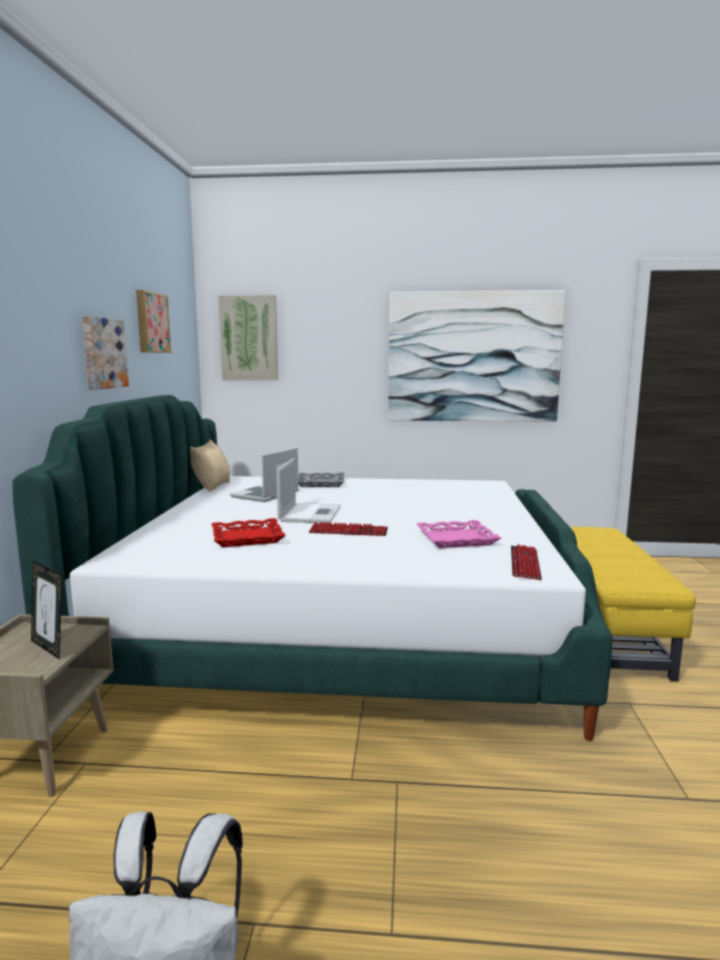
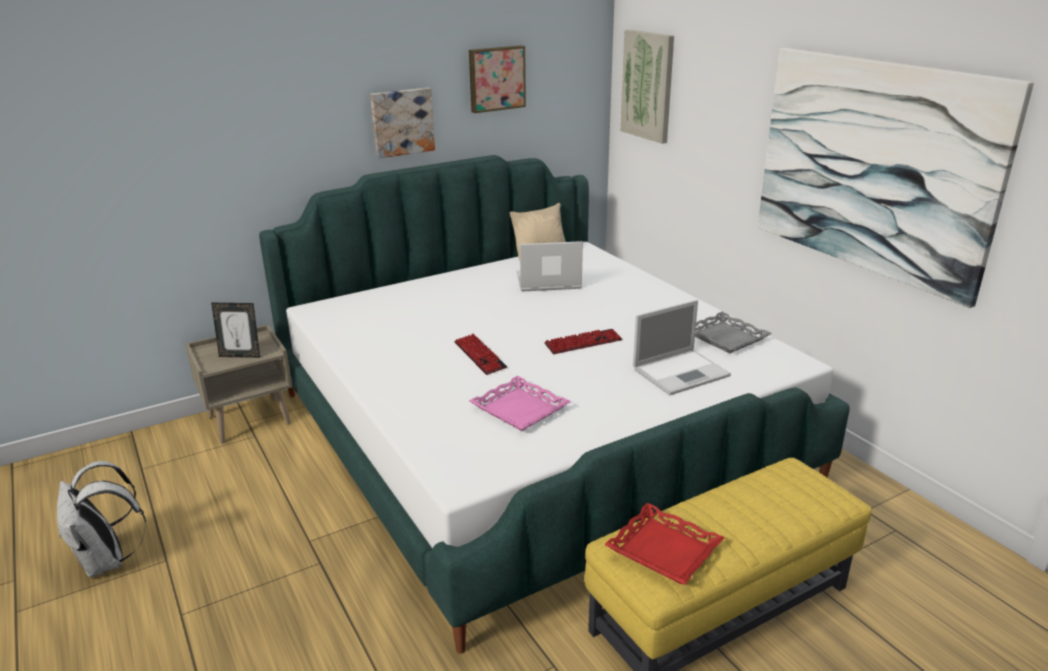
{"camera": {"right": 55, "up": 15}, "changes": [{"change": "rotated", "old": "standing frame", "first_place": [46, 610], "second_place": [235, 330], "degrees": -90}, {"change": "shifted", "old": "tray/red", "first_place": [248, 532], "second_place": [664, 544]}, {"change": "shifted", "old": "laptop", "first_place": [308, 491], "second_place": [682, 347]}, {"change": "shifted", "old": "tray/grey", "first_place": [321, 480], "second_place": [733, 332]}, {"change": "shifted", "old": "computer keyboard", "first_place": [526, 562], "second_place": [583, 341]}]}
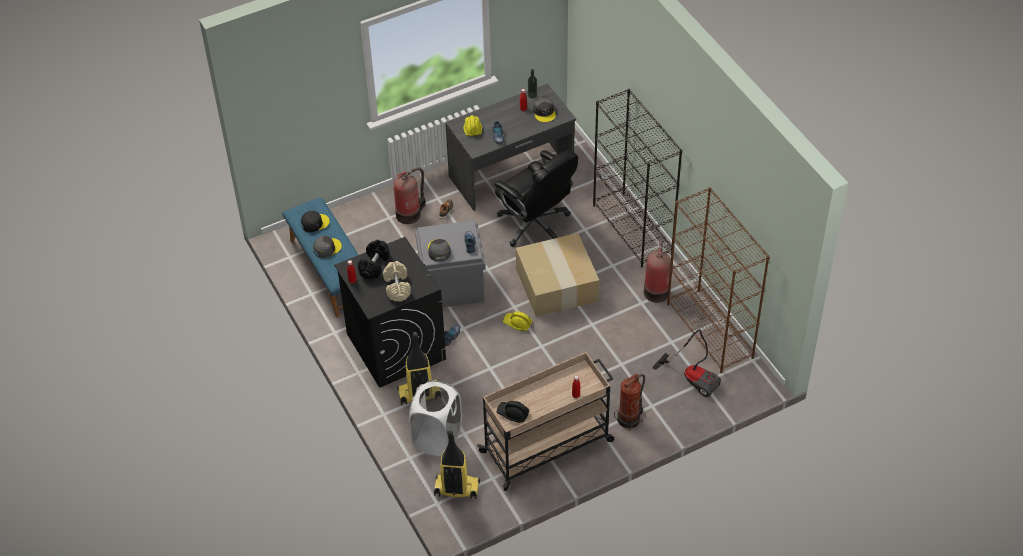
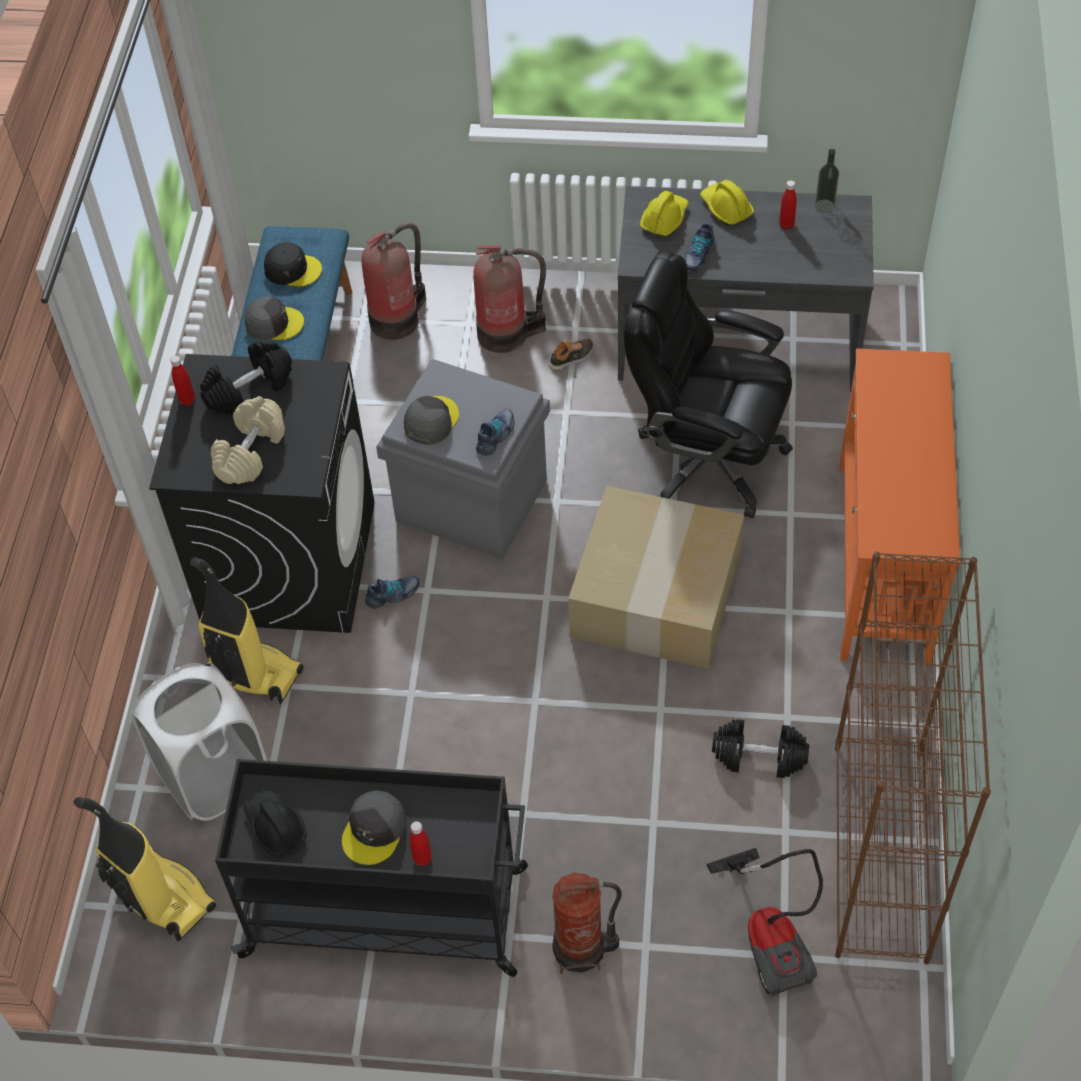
{"camera": {"right": 35, "up": 5}, "changes": [{"change": "repainted", "old": "cart/beige-coloured", "new": "cart/black", "first_place": [545, 421], "second_place": [371, 868]}, {"change": "rotated", "old": "office chair/black", "first_place": [536, 198], "second_place": [708, 384], "degrees": 120}, {"change": "shifted", "old": "hard hat/yellow", "first_place": [517, 321], "second_place": [727, 202]}, {"change": "shifted", "old": "baseball cap/grey", "first_place": [544, 110], "second_place": [374, 827]}, {"change": "swapped", "old": "bookcase/black", "new": "console table/orange", "first_place": [637, 178], "second_place": [900, 506]}, {"change": "shifted", "old": "fire-fighting cylinder", "first_place": [657, 271], "second_place": [393, 281]}, {"change": "new", "new": "free weight/black", "second_place": [760, 748]}]}
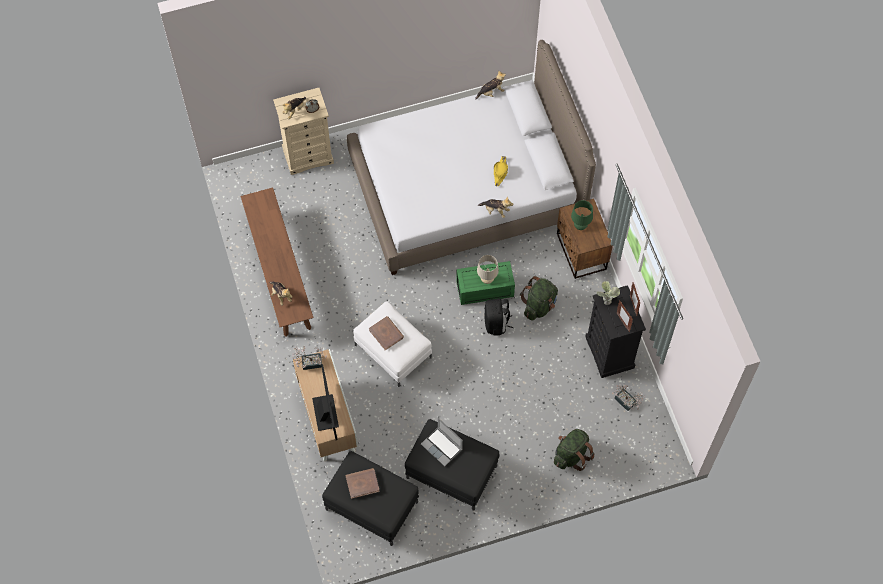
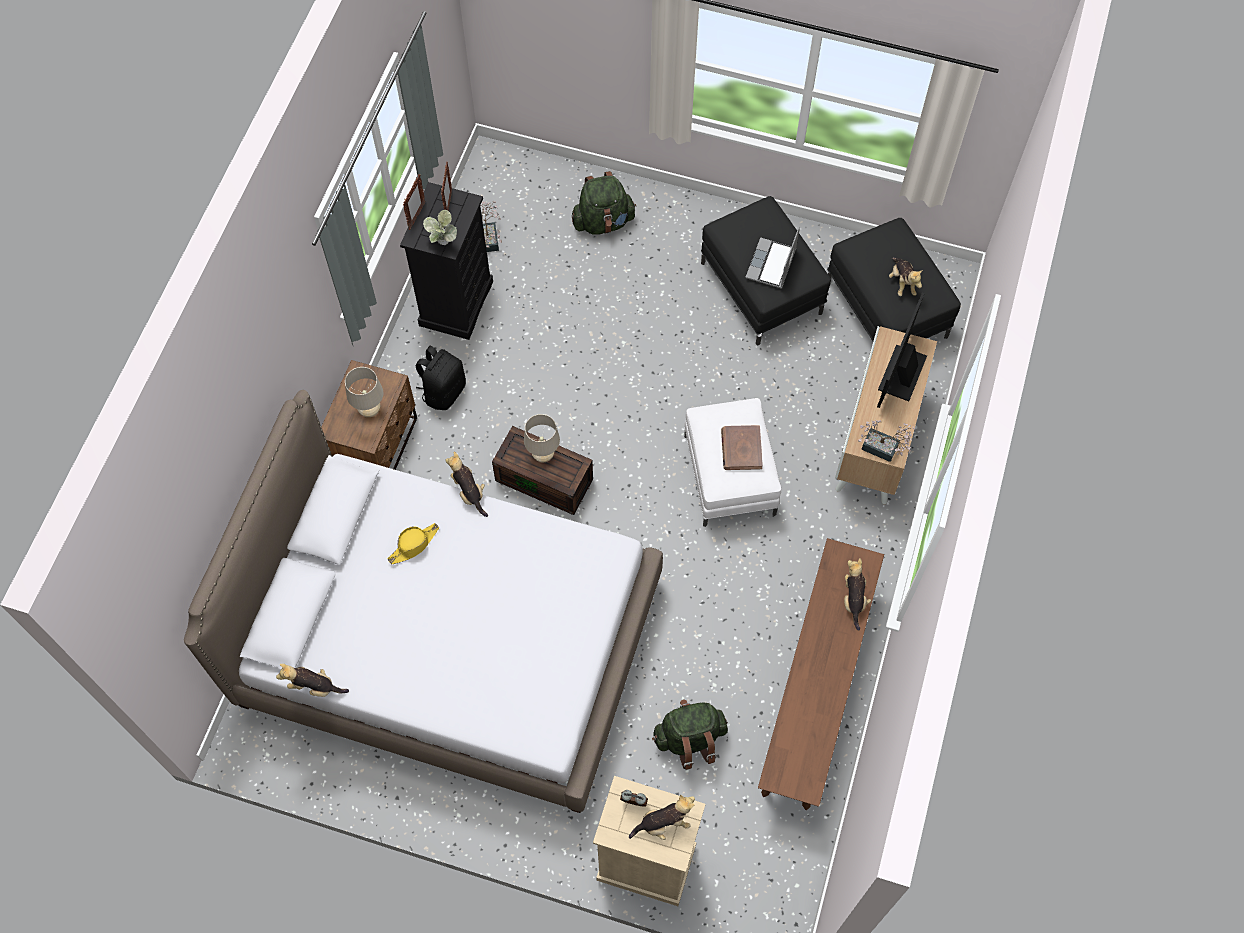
{"camera": {"right": -145, "up": 0}, "changes": [{"change": "swapped", "old": "volume/brownish", "new": "plush toy", "first_place": [362, 483], "second_place": [905, 276]}, {"change": "rotated", "old": "laptop", "first_place": [442, 442], "second_place": [772, 257], "degrees": -150}, {"change": "repainted", "old": "storage container/greenish", "new": "storage container/brownish", "first_place": [485, 283], "second_place": [542, 470]}, {"change": "shifted", "old": "rucksack/black", "first_place": [499, 317], "second_place": [441, 377]}, {"change": "shifted", "old": "rucksack/greenish", "first_place": [539, 298], "second_place": [690, 735]}, {"change": "repainted", "old": "table lamp/greenish", "new": "table lamp/beige-coloured", "first_place": [582, 215], "second_place": [364, 392]}]}
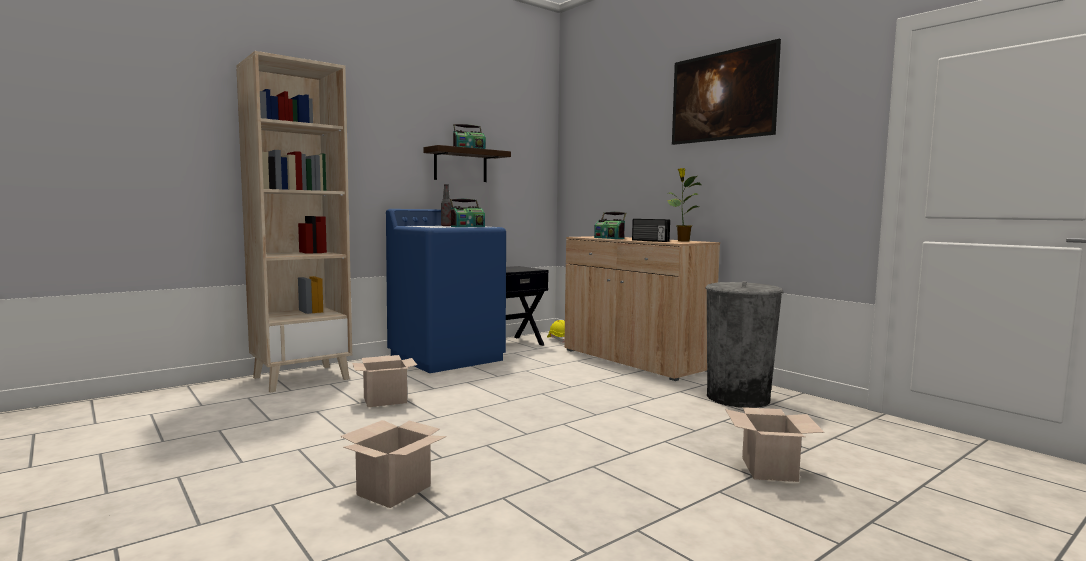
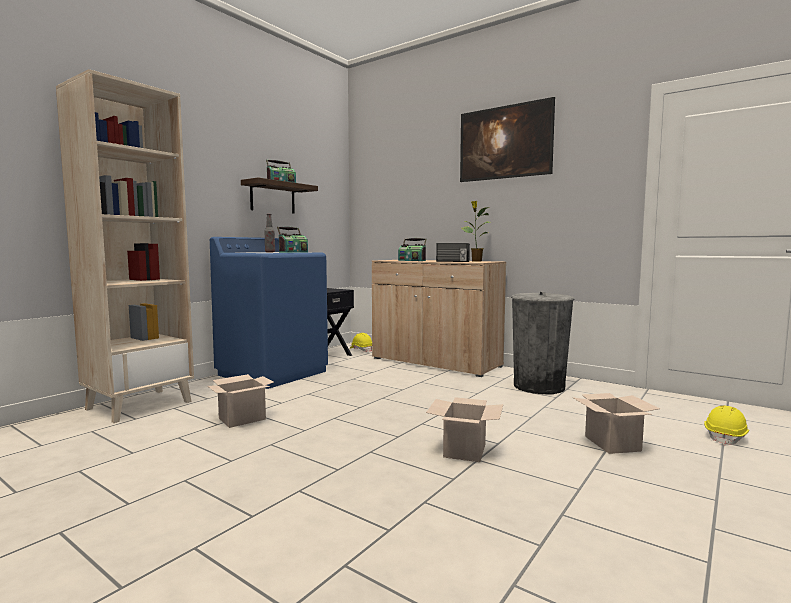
{"camera": {"right": -15, "up": 0}, "changes": [{"change": "shifted", "old": "carton", "first_place": [393, 464], "second_place": [464, 429]}, {"change": "new", "new": "hard hat/yellow", "second_place": [726, 426]}]}
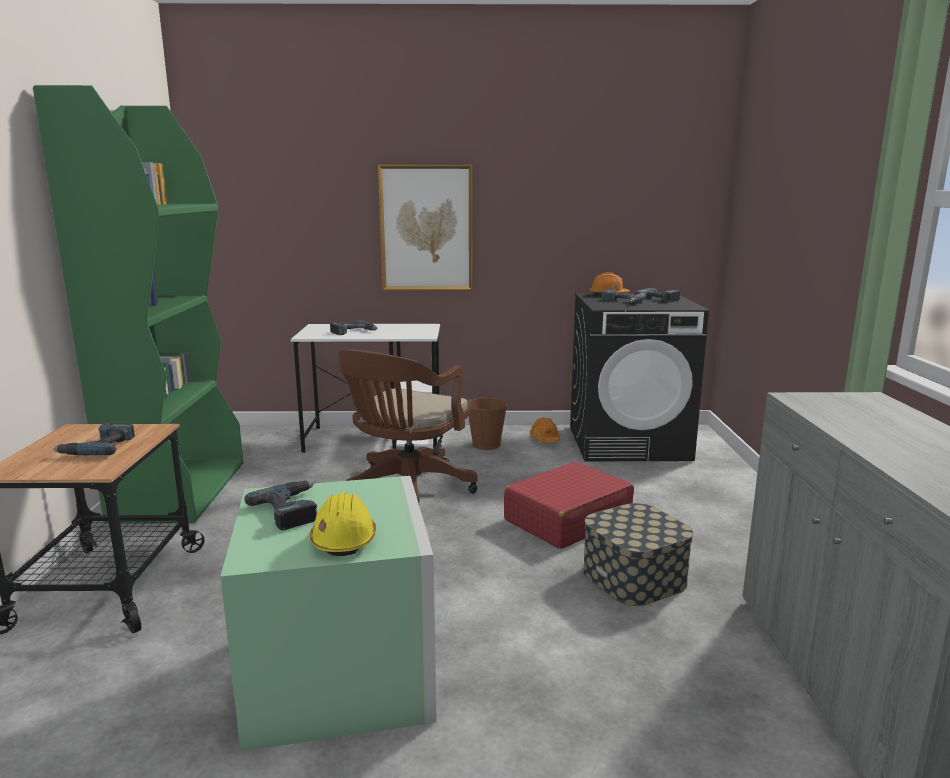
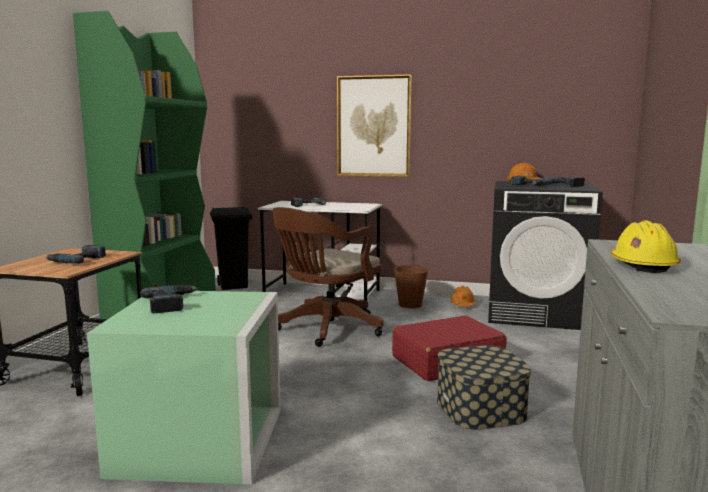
{"camera": {"right": 15, "up": -5}, "changes": [{"change": "shifted", "old": "hard hat/yellow", "first_place": [343, 524], "second_place": [645, 246]}, {"change": "new", "new": "waste bin/black", "second_place": [231, 248]}]}
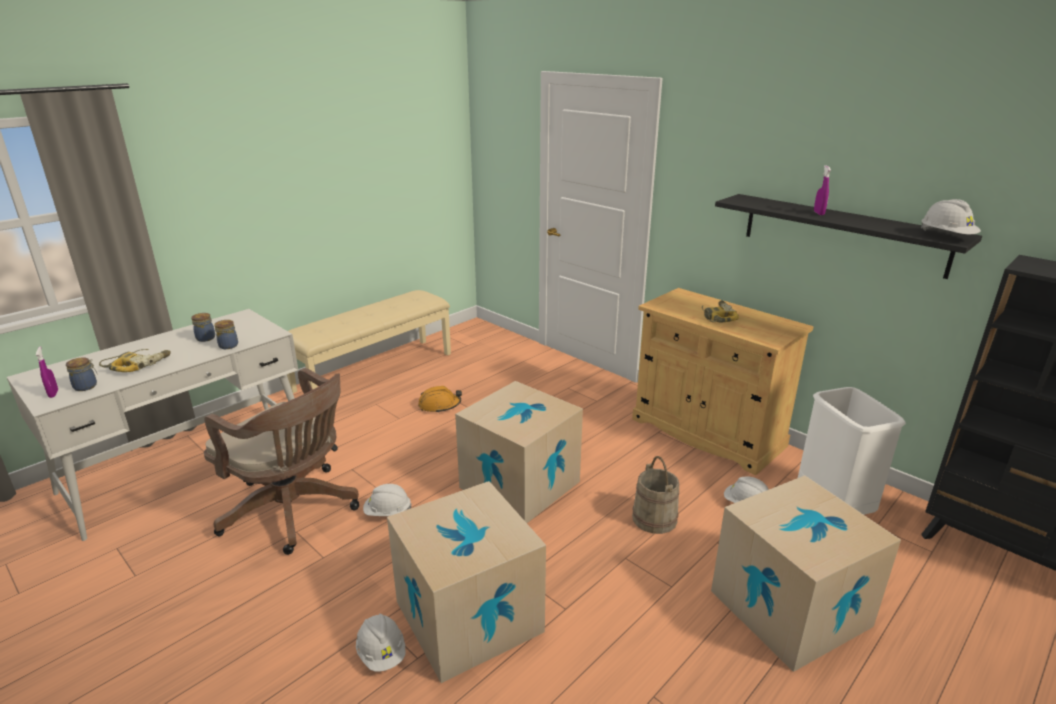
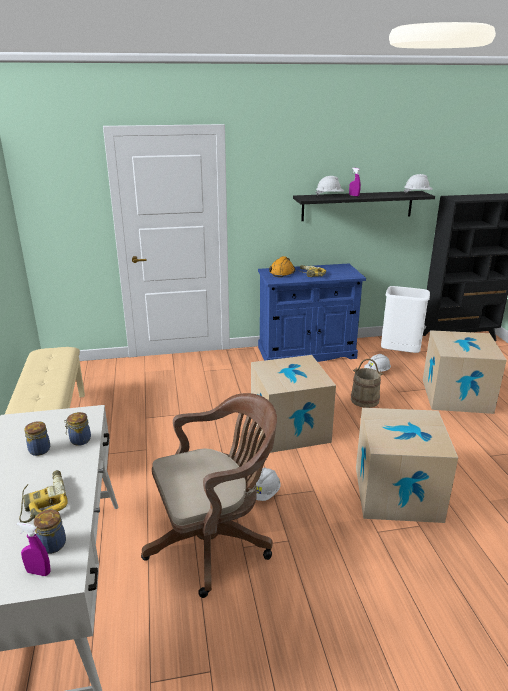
{"camera": {"right": -55, "up": 0}, "changes": [{"change": "shifted", "old": "hard hat/white-coloured", "first_place": [380, 642], "second_place": [330, 186]}, {"change": "shifted", "old": "hard hat/orange", "first_place": [440, 399], "second_place": [282, 267]}, {"change": "repainted", "old": "cabinet/beige-coloured", "new": "cabinet/blue", "first_place": [723, 381], "second_place": [312, 313]}]}
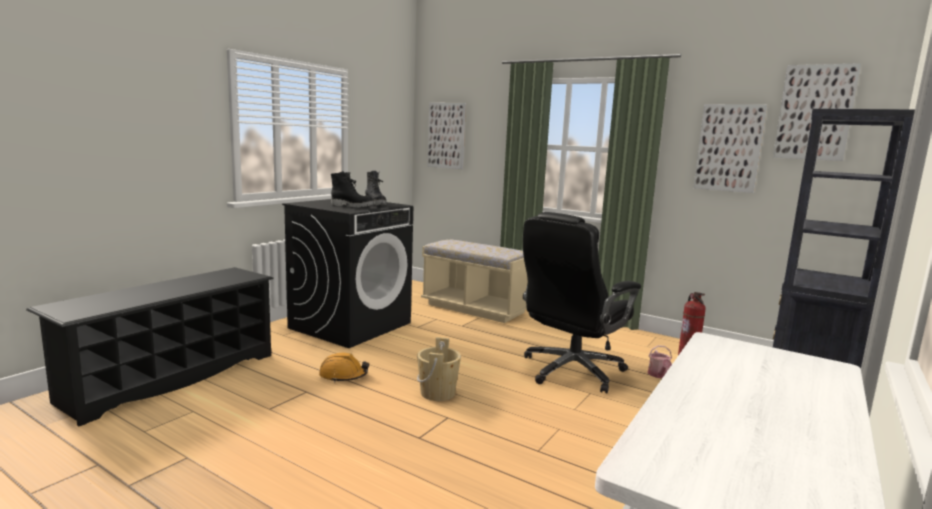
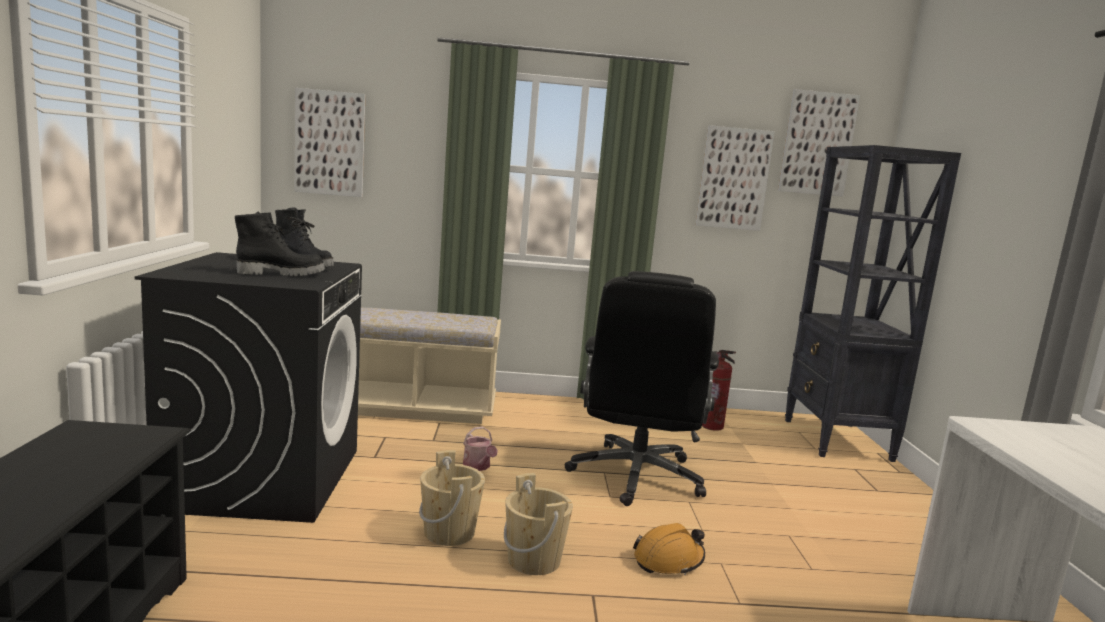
{"camera": {"right": -35, "up": 0}, "changes": [{"change": "shifted", "old": "hard hat/orange", "first_place": [344, 367], "second_place": [669, 549]}, {"change": "shifted", "old": "sprinkling can", "first_place": [660, 361], "second_place": [480, 449]}, {"change": "new", "new": "bucket/beige-coloured", "second_place": [452, 498]}]}
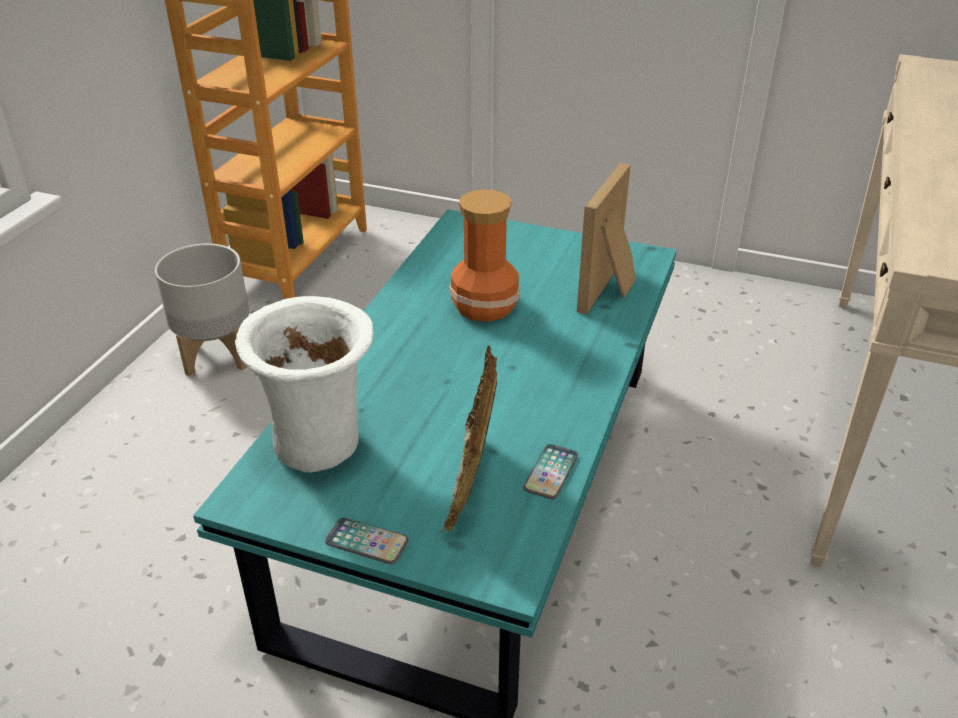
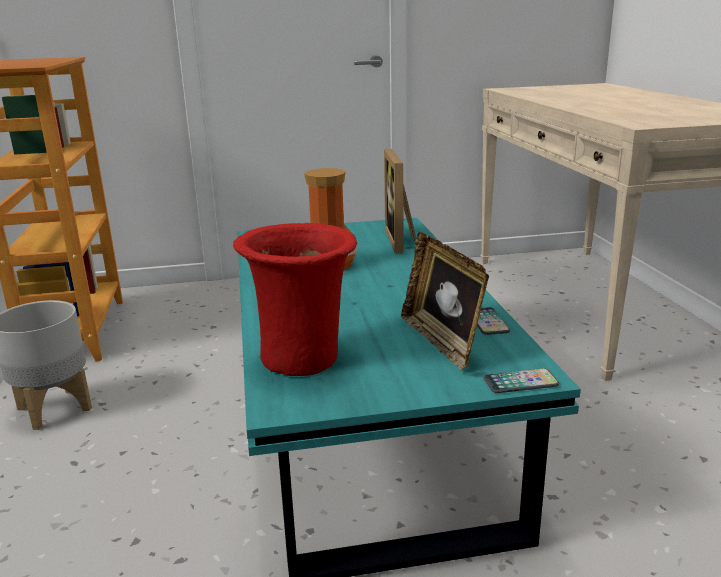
{"camera": {"right": -30, "up": -15}, "changes": [{"change": "repainted", "old": "decorative vase/white-coloured", "new": "decorative vase/red", "first_place": [304, 384], "second_place": [295, 299]}, {"change": "shifted", "old": "handset", "first_place": [367, 540], "second_place": [521, 380]}]}
